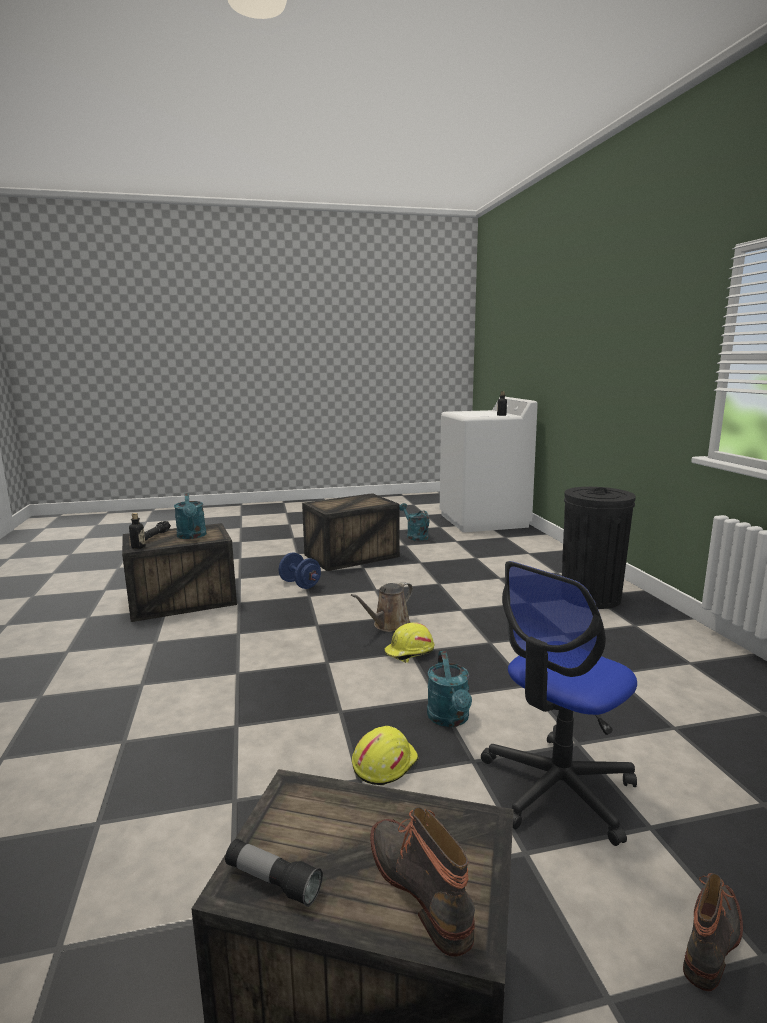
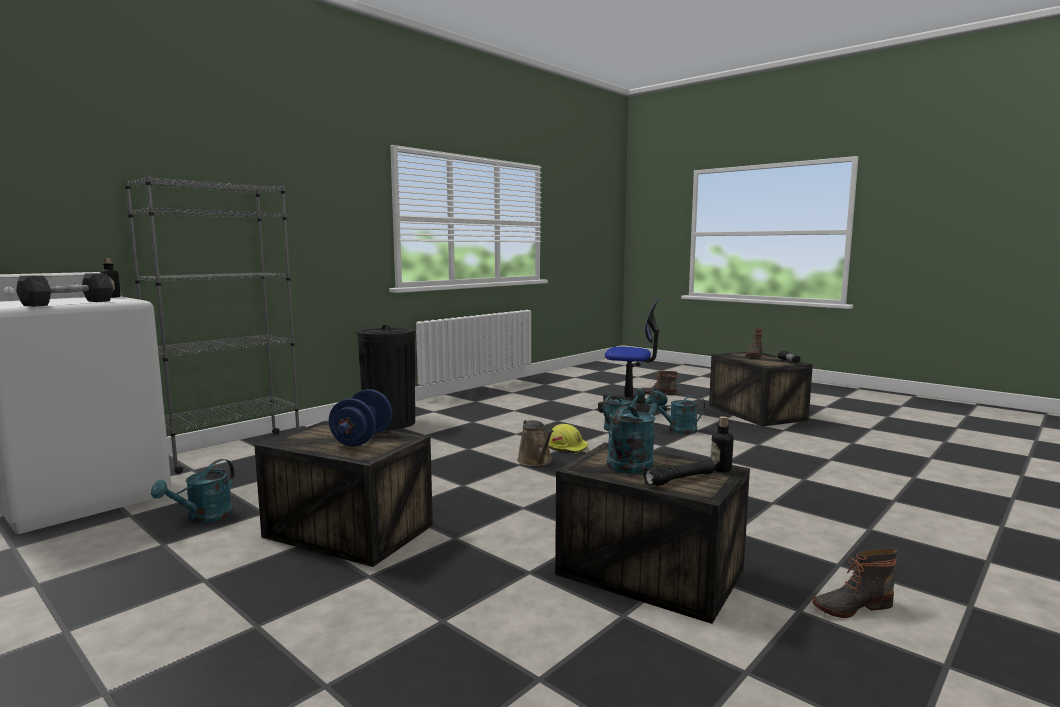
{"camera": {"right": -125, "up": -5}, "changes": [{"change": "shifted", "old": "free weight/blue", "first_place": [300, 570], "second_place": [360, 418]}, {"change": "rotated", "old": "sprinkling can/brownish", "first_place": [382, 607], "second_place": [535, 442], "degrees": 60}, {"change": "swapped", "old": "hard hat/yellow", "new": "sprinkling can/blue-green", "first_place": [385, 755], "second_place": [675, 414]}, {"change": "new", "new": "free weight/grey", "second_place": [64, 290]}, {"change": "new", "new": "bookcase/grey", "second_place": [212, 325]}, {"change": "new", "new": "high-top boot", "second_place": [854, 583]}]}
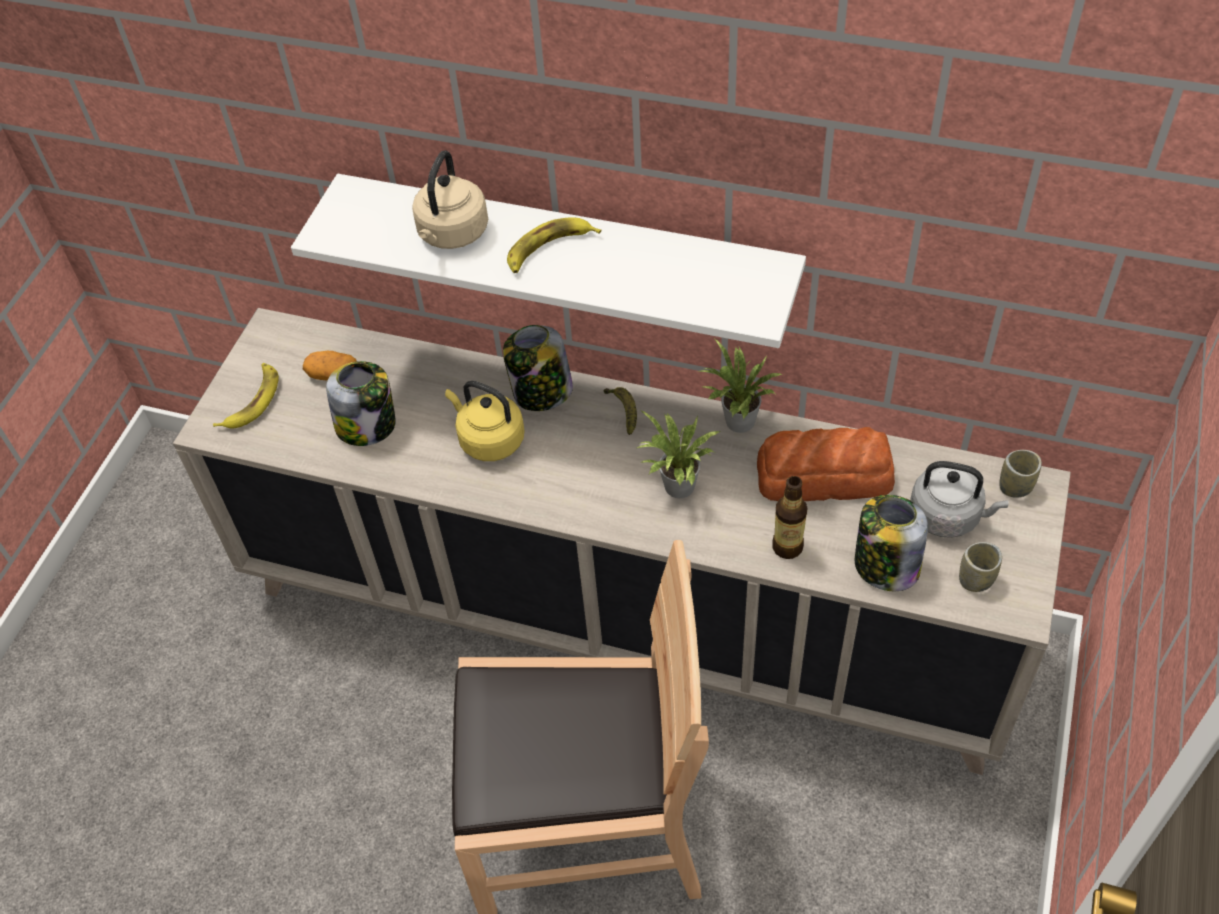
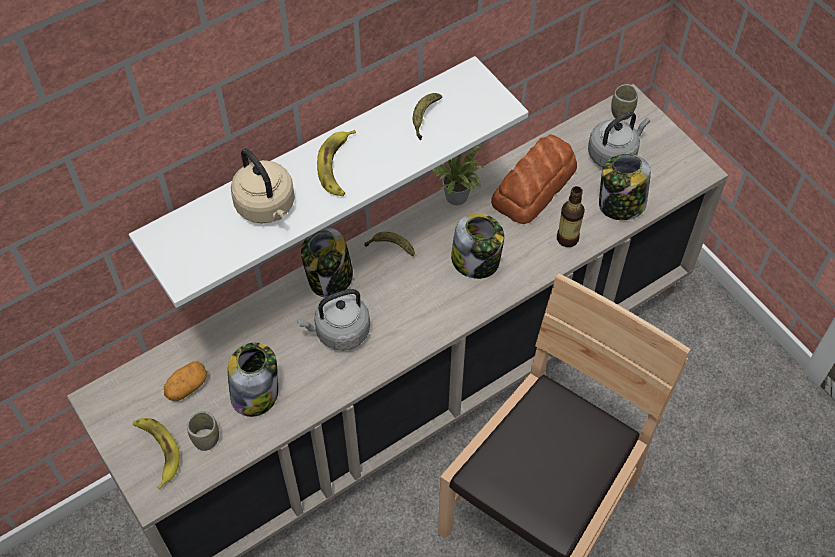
{"camera": {"right": -55, "up": 5}, "changes": [{"change": "repainted", "old": "kettle/yellow", "new": "kettle/grey", "first_place": [485, 421], "second_place": [333, 319]}, {"change": "swapped", "old": "plant in a pot", "new": "storage jar", "first_place": [678, 454], "second_place": [477, 246]}, {"change": "shifted", "old": "small cup", "first_place": [980, 567], "second_place": [203, 431]}, {"change": "new", "new": "whole banana", "second_place": [427, 116]}]}
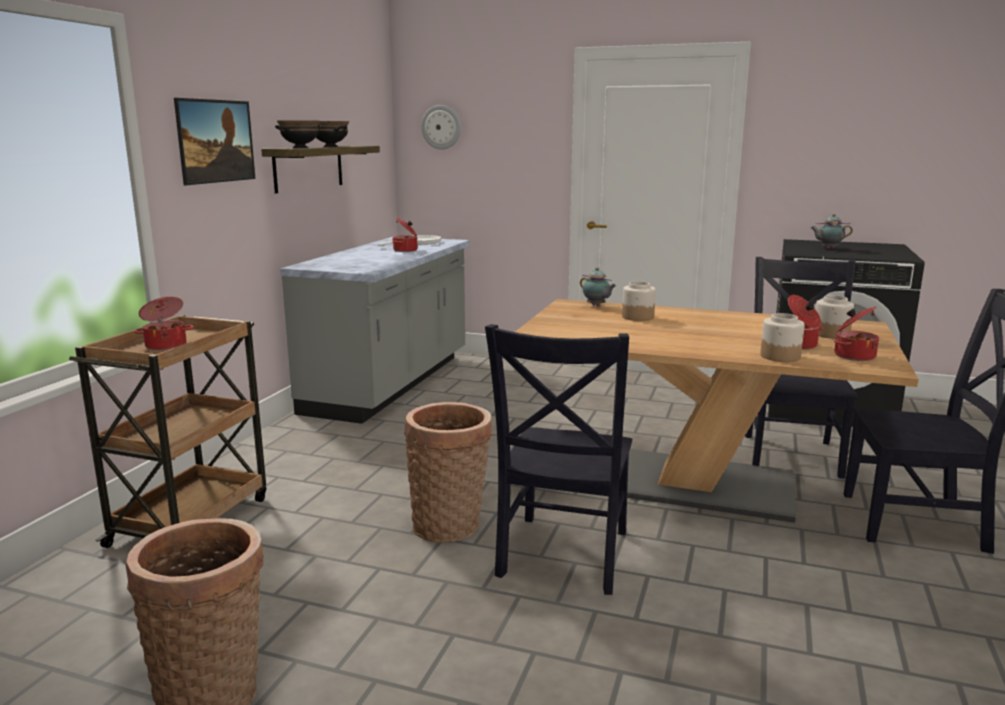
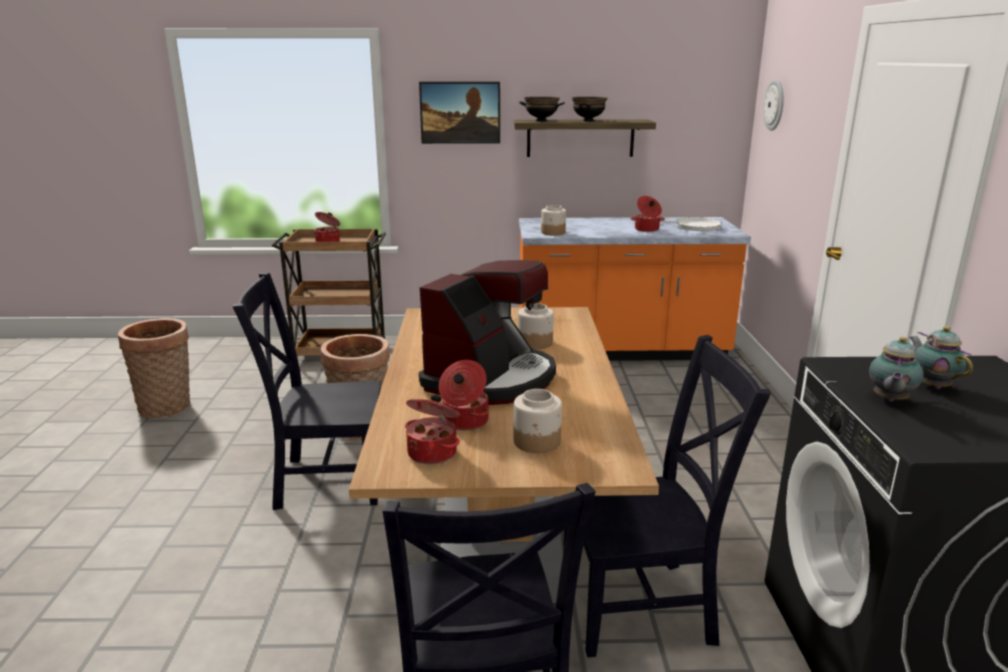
{"camera": {"right": 70, "up": 5}, "changes": [{"change": "repainted", "old": "counter/grey", "new": "counter/orange", "first_place": [375, 330], "second_place": [635, 289]}, {"change": "shifted", "old": "teapot", "first_place": [598, 287], "second_place": [896, 369]}, {"change": "shifted", "old": "storage jar", "first_place": [782, 337], "second_place": [553, 220]}, {"change": "new", "new": "coffee machine", "second_place": [487, 332]}]}
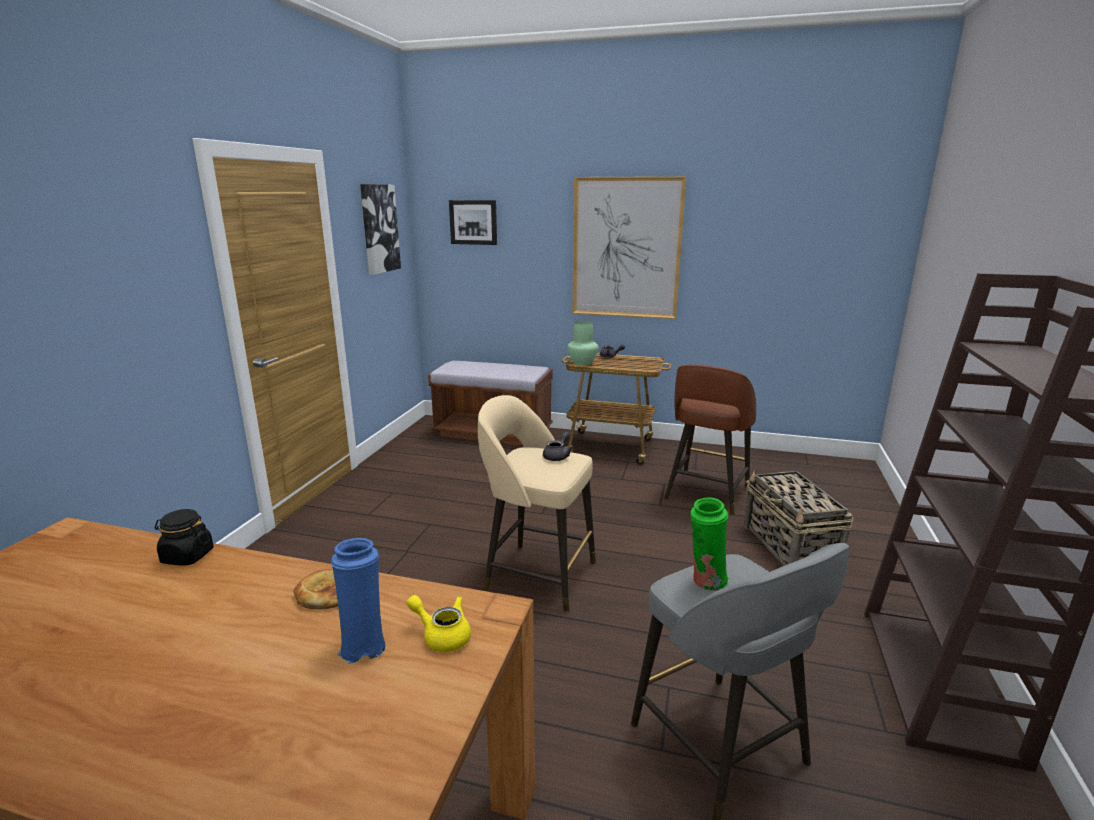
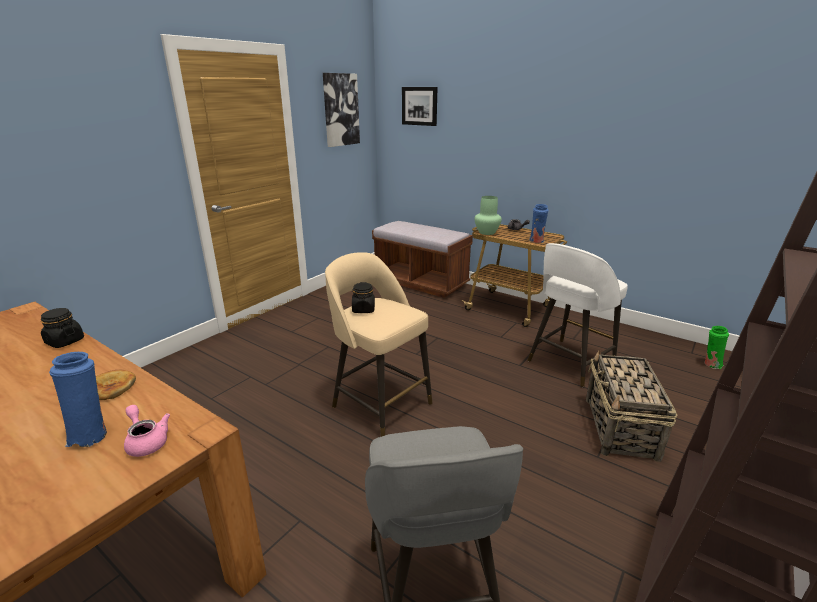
{"camera": {"right": 20, "up": 5}, "changes": [{"change": "repainted", "old": "teapot/yellow", "new": "teapot/pink-coloured", "first_place": [438, 623], "second_place": [147, 431]}, {"change": "gone", "old": "teapot/grey", "first_place": [558, 446]}, {"change": "gone", "old": "picture", "first_place": [629, 247]}, {"change": "repainted", "old": "sitting stool/brownish", "new": "sitting stool/white-coloured", "first_place": [710, 440], "second_place": [578, 315]}, {"change": "shifted", "old": "decorative vase/greenish", "first_place": [709, 544], "second_place": [717, 347]}, {"change": "new", "new": "storage jar/black", "second_place": [363, 297]}, {"change": "new", "new": "decorative vase/blue", "second_place": [539, 223]}]}
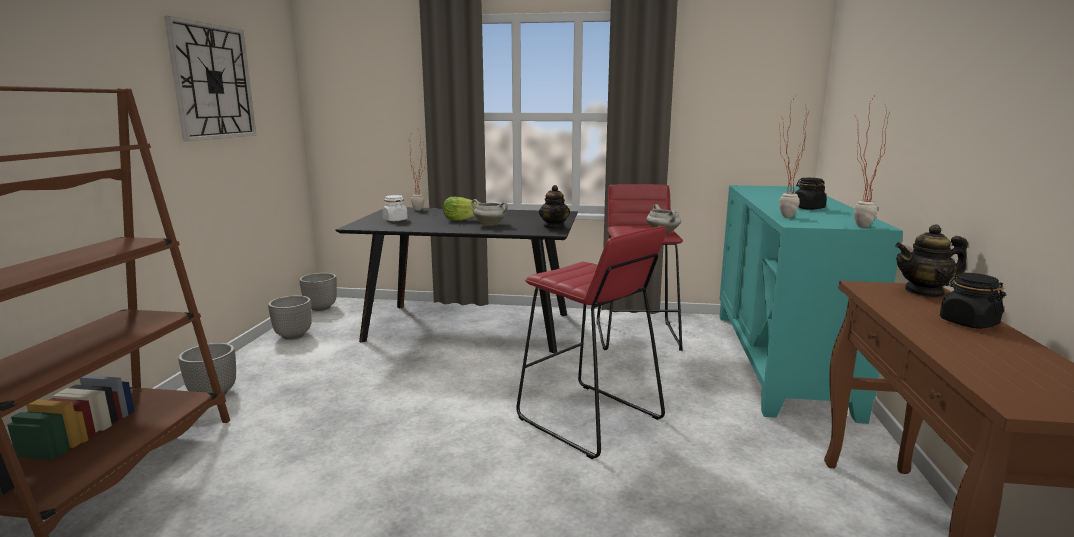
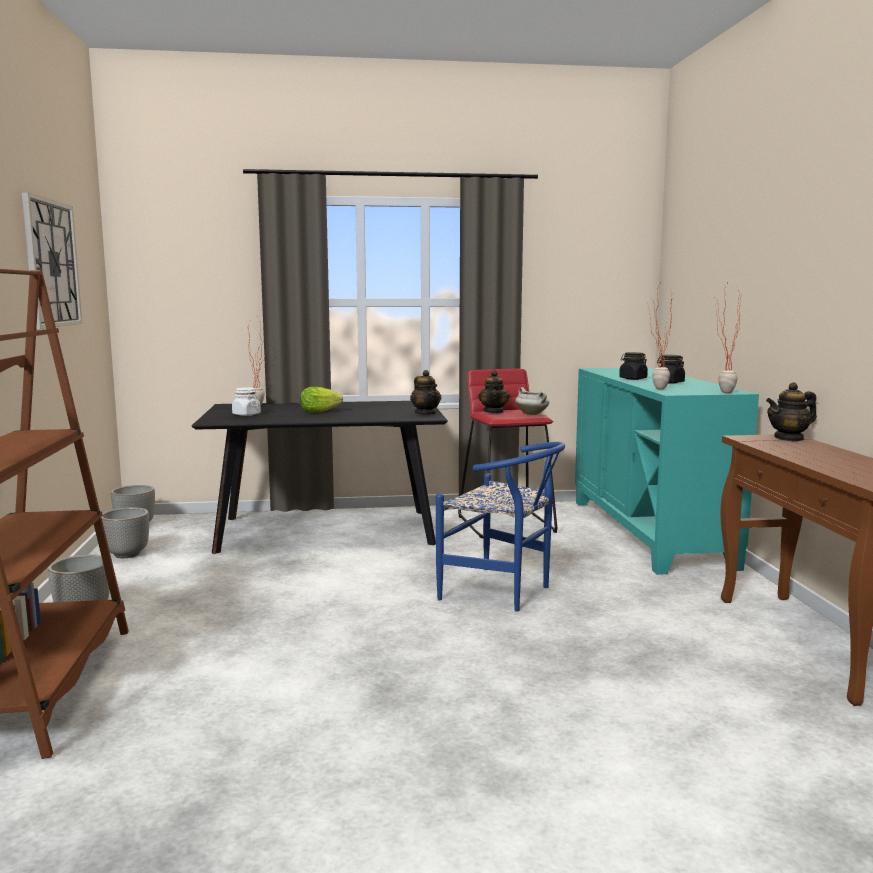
{"camera": {"right": -15, "up": -5}, "changes": [{"change": "gone", "old": "saucepot/white-coloured", "first_place": [489, 212]}, {"change": "swapped", "old": "sitting stool/red", "new": "chair/blue", "first_place": [591, 342], "second_place": [500, 526]}, {"change": "shifted", "old": "storage jar/black", "first_place": [973, 301], "second_place": [633, 366]}, {"change": "new", "new": "teapot", "second_place": [494, 392]}]}
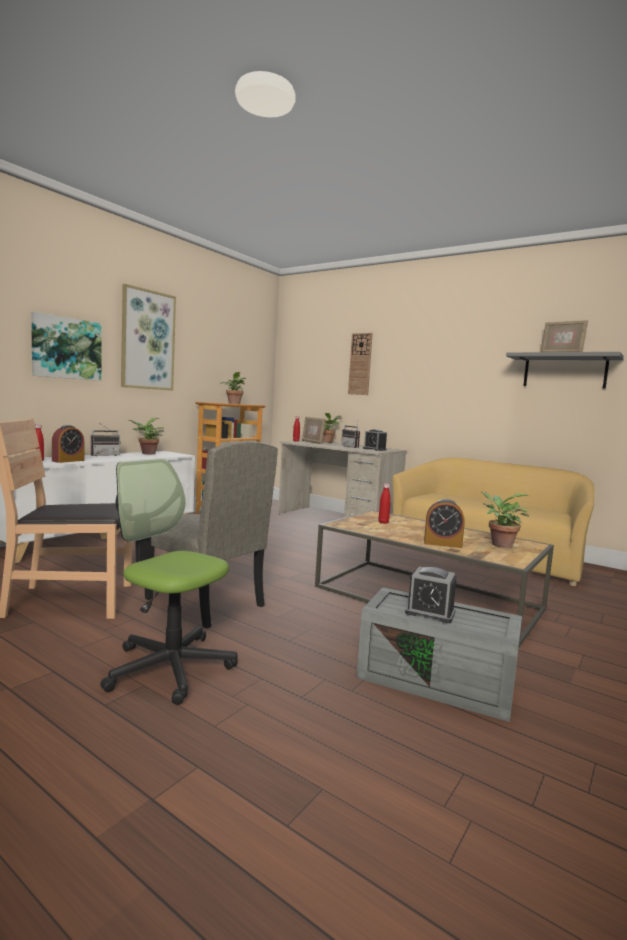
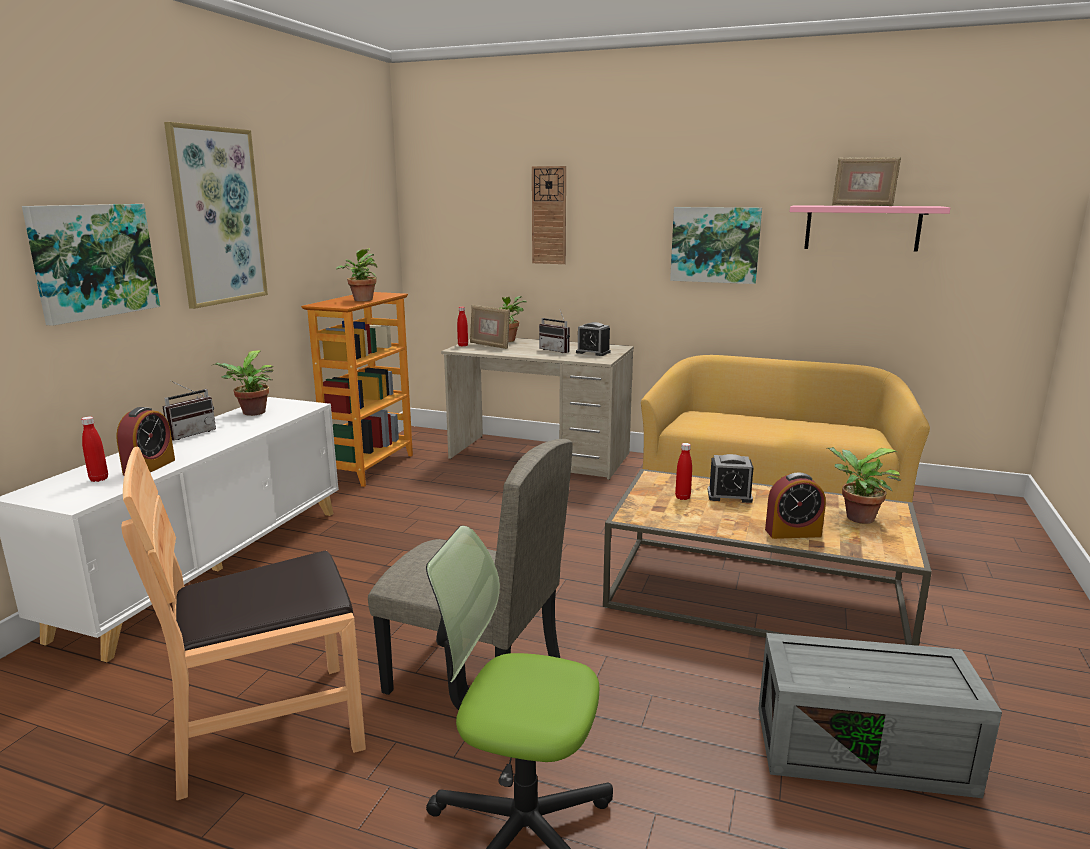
{"camera": {"right": -15, "up": 10}, "changes": [{"change": "shifted", "old": "alarm clock", "first_place": [431, 595], "second_place": [731, 478]}, {"change": "repainted", "old": "shelf/grey", "new": "shelf/pink-coloured", "first_place": [565, 370], "second_place": [870, 228]}, {"change": "new", "new": "picture", "second_place": [716, 245]}]}
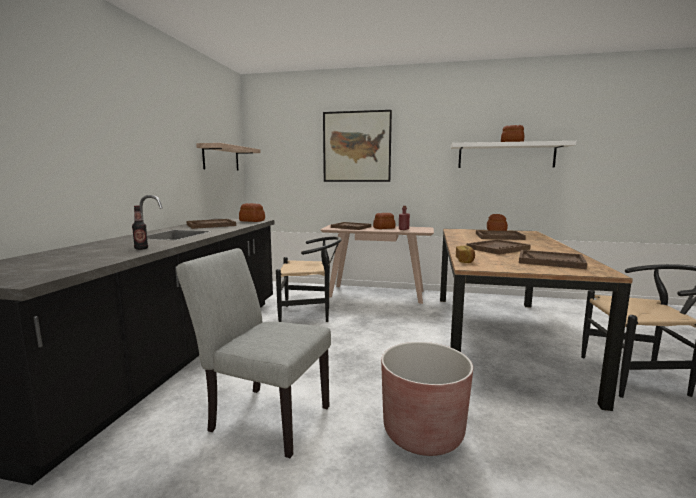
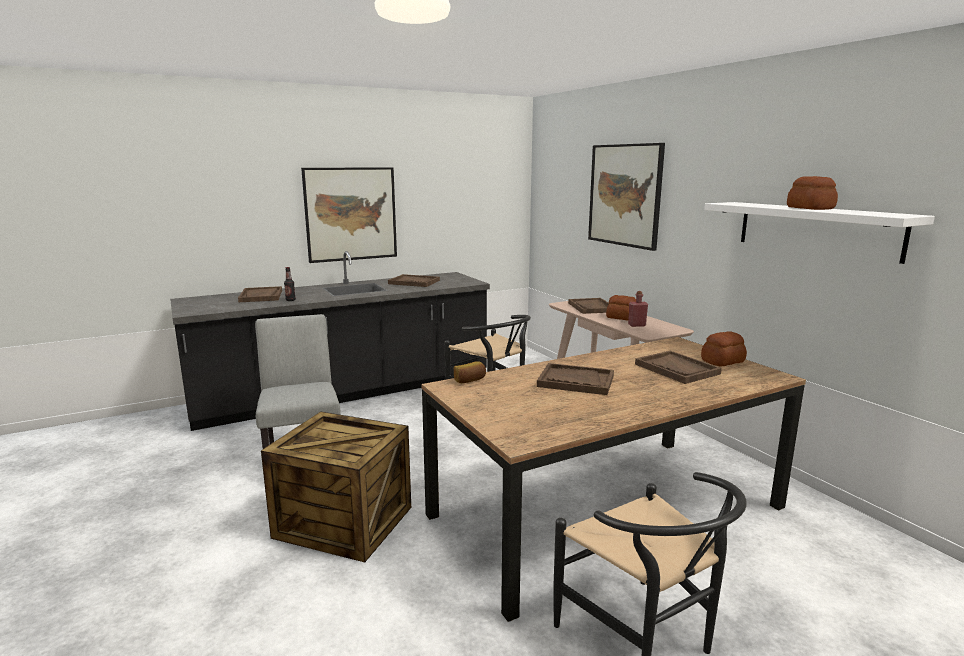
{"camera": {"right": 50, "up": 5}, "changes": [{"change": "gone", "old": "shelf", "first_place": [228, 157]}, {"change": "gone", "old": "baked bread", "first_place": [252, 212]}, {"change": "swapped", "old": "plant pot/brownish", "new": "packing crate", "first_place": [427, 399], "second_place": [336, 487]}, {"change": "shifted", "old": "tray/brownish", "first_place": [553, 259], "second_place": [260, 294]}, {"change": "new", "new": "picture", "second_place": [349, 215]}]}
